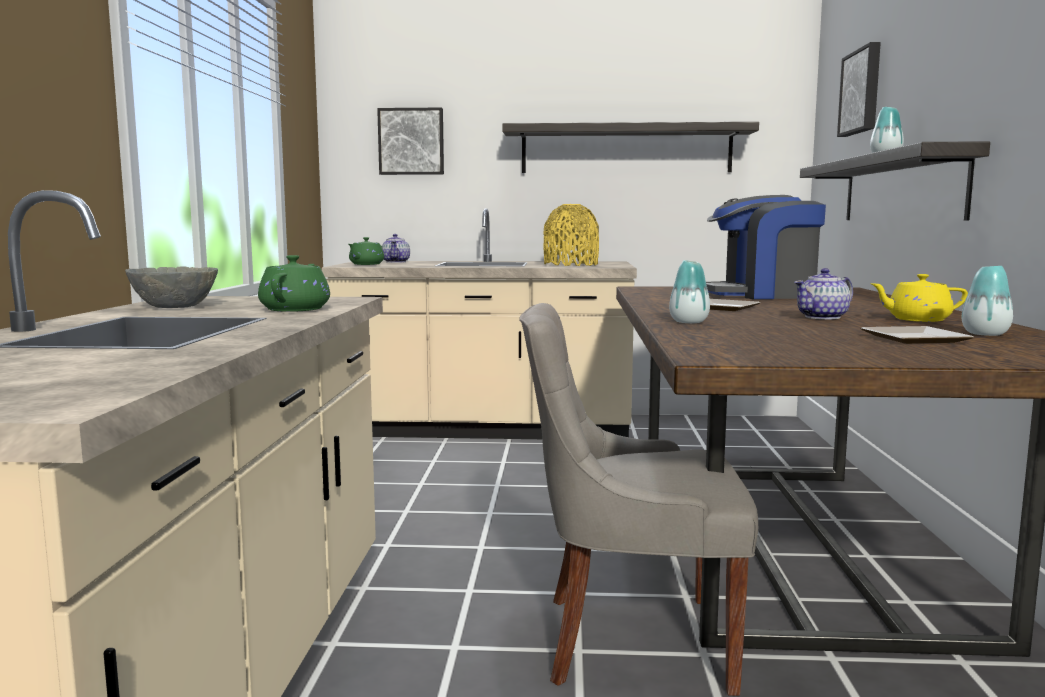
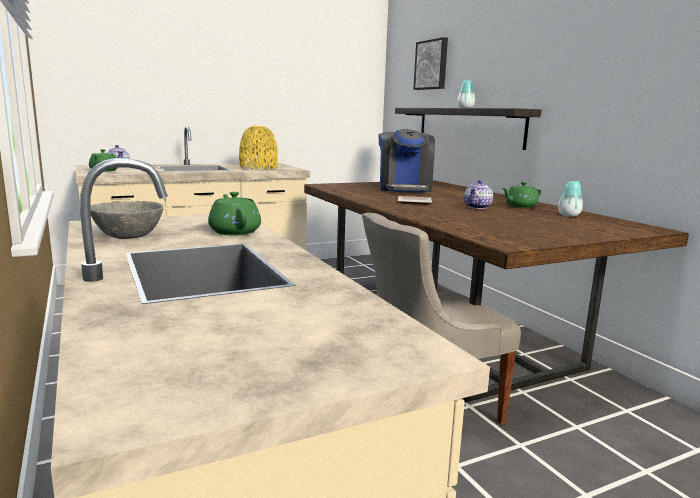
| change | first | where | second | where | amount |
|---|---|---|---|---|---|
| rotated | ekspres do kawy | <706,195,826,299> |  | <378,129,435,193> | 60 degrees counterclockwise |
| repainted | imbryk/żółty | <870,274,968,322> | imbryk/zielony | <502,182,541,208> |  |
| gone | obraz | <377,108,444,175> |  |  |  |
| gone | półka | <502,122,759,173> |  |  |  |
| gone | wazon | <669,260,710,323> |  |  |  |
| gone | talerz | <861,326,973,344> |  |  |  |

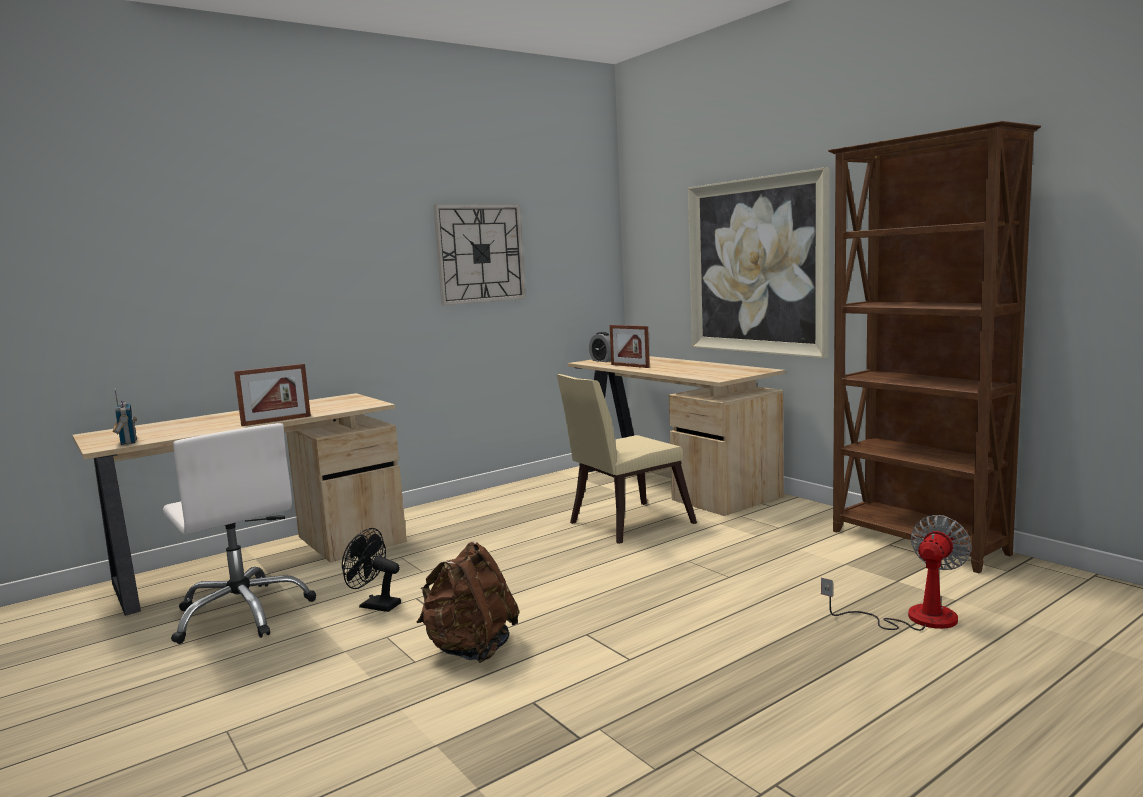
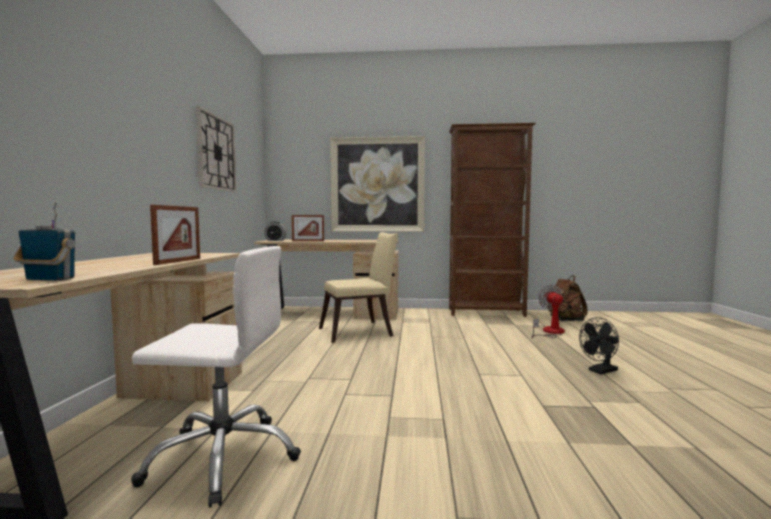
| change | first | where | second | where | amount |
|---|---|---|---|---|---|
| rotated | krzesło/beżowy | <557,374,697,544> |  | <319,232,398,343> | 120 degrees counterclockwise |
| shifted | plecak/brązowy | <417,542,520,663> |  | <548,275,588,321> |  |
| shifted | wentylator/czarny | <342,528,401,612> |  | <579,317,619,374> |  |

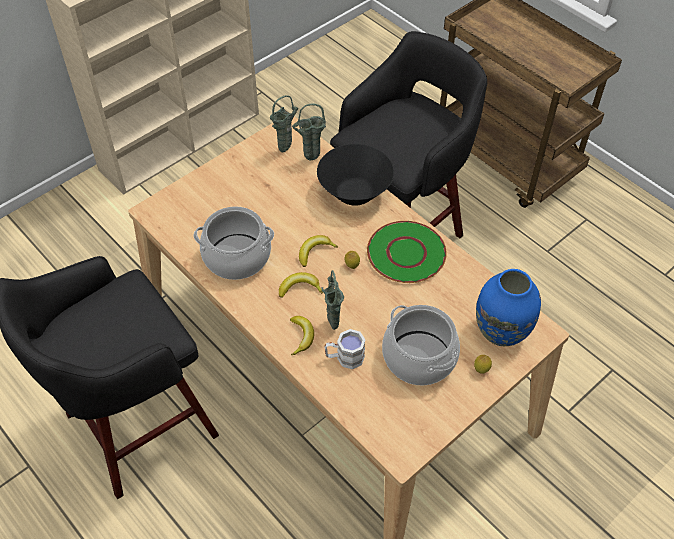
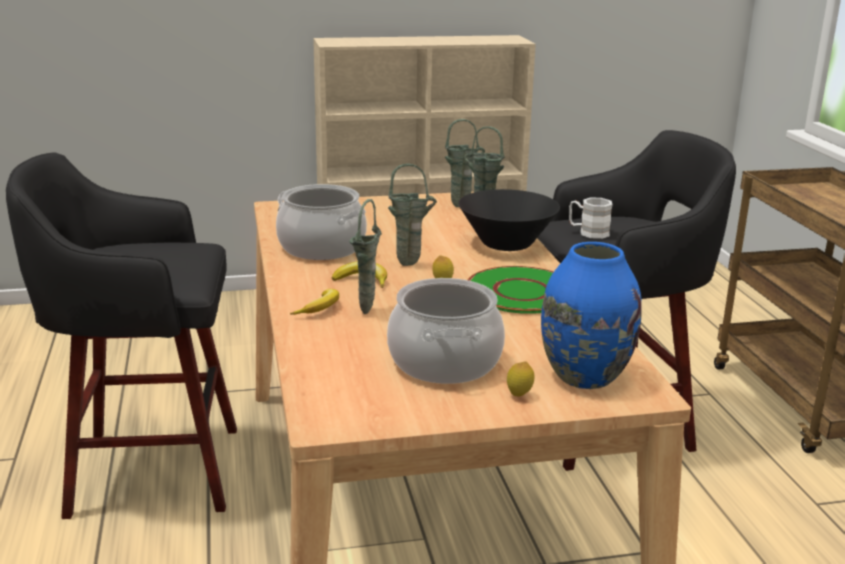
| change | first | where | second | where | amount |
|---|---|---|---|---|---|
| swapped | banan | <299,235,338,267> | wazon/zielony | <388,163,437,266> |  |
| shifted | kubek/biały | <324,329,365,369> |  | <569,197,613,239> |  |

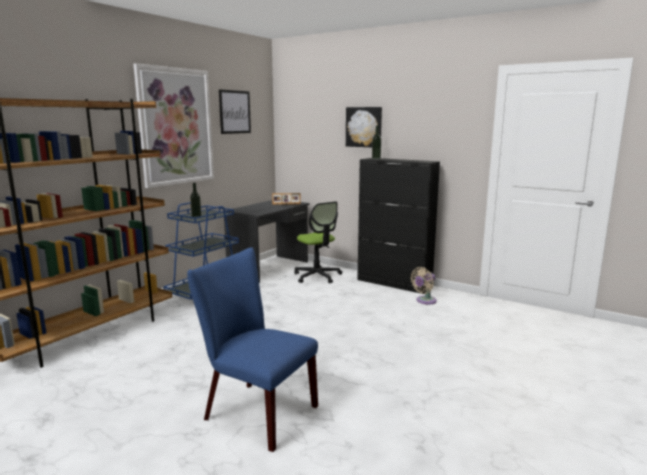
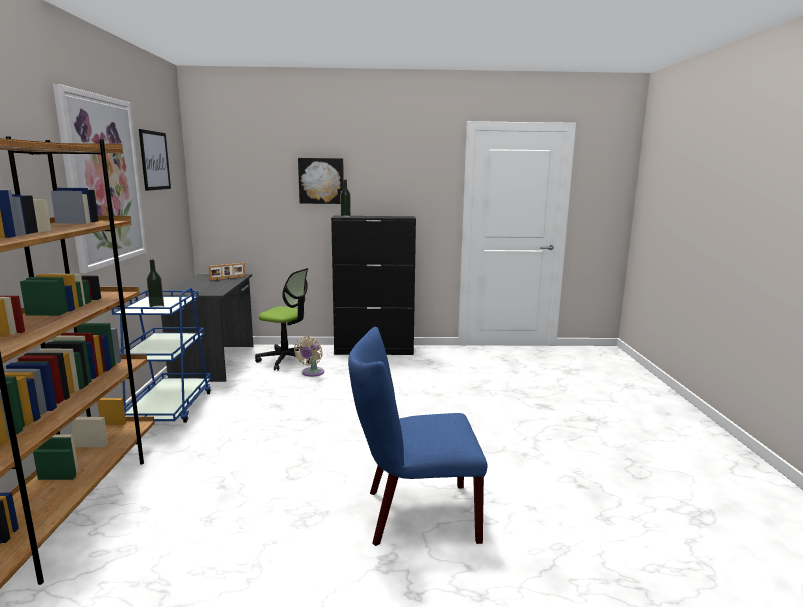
| change | first | where | second | where | amount |
|---|---|---|---|---|---|
| shifted | wentylator/beżowy | <411,267,437,304> |  | <294,336,324,377> |  |

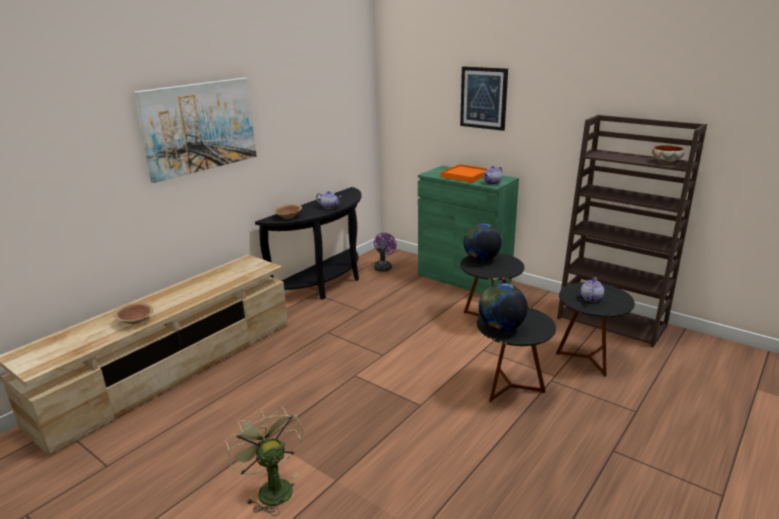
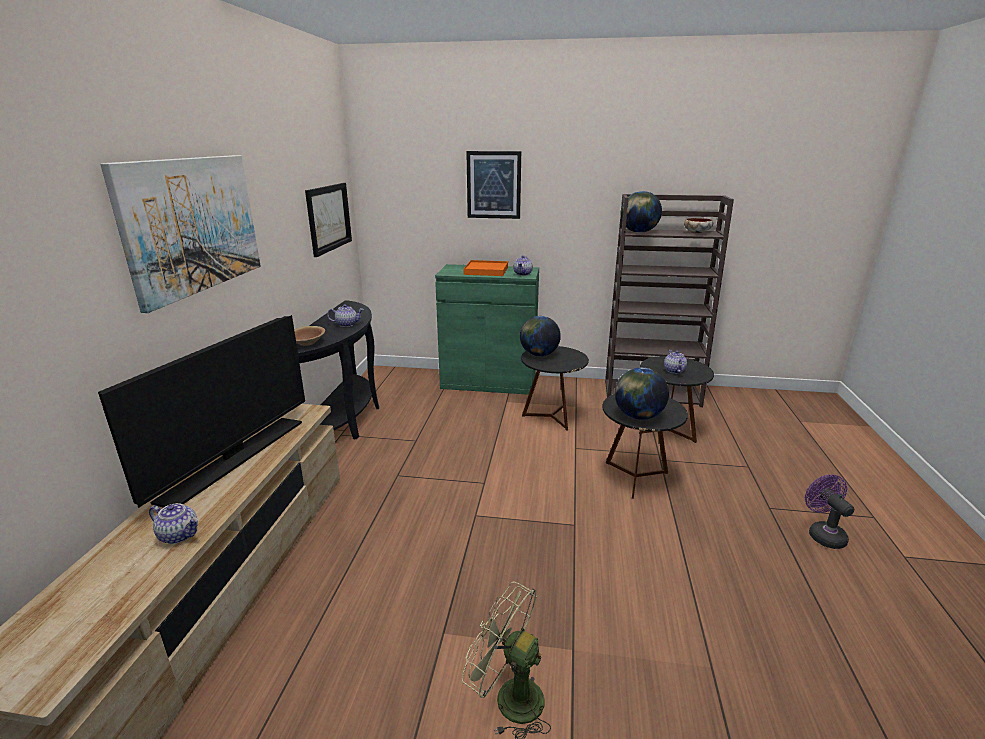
| change | first | where | second | where | amount |
|---|---|---|---|---|---|
| new |  |  | telewizor | <98,315,305,508> |  |
| swapped | miska/brązowy | <114,303,153,324> | imbryk | <149,503,198,544> |  |
| new |  |  | obraz | <305,183,352,257> |  |
| new |  |  | globus | <621,191,662,233> |  |
| shifted | wentylator/fioletowy | <374,233,397,272> |  | <805,474,854,549> |  |

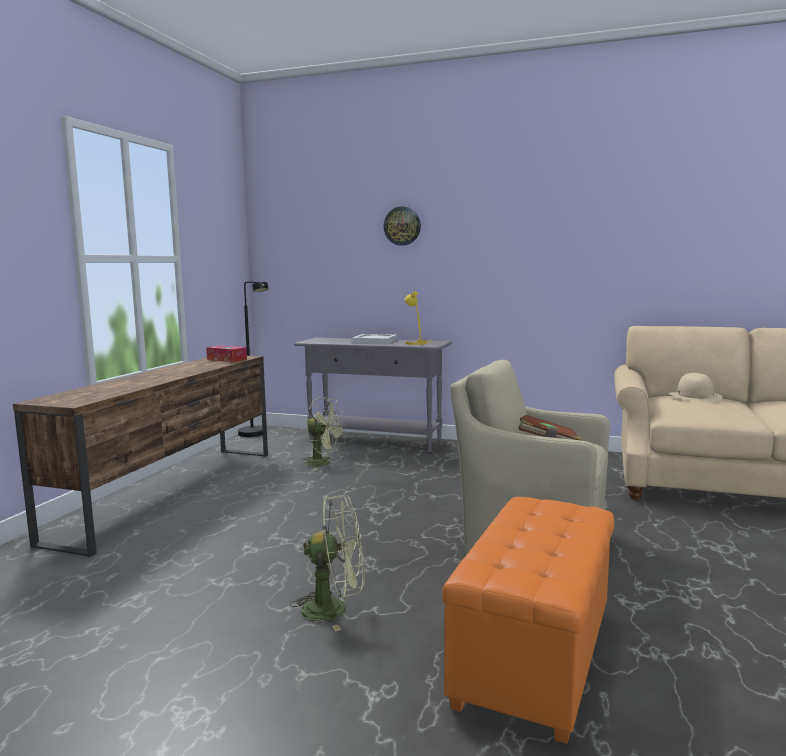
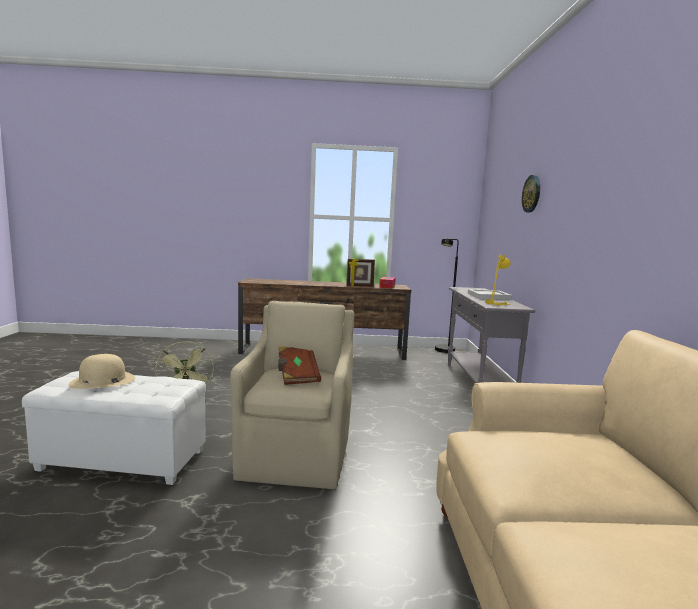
| change | first | where | second | where | amount |
|---|---|---|---|---|---|
| repainted | pufa/pomarańczowy | <442,497,614,744> | pufa/biały | <22,371,206,485> |  |
| shifted | kapelusz/beżowy | <669,373,723,403> |  | <69,354,135,389> |  |
| new |  |  | ramka na zdjęcie | <347,258,375,287> |  |
| gone | wentylator/zielony | <304,397,345,470> |  |  |  |

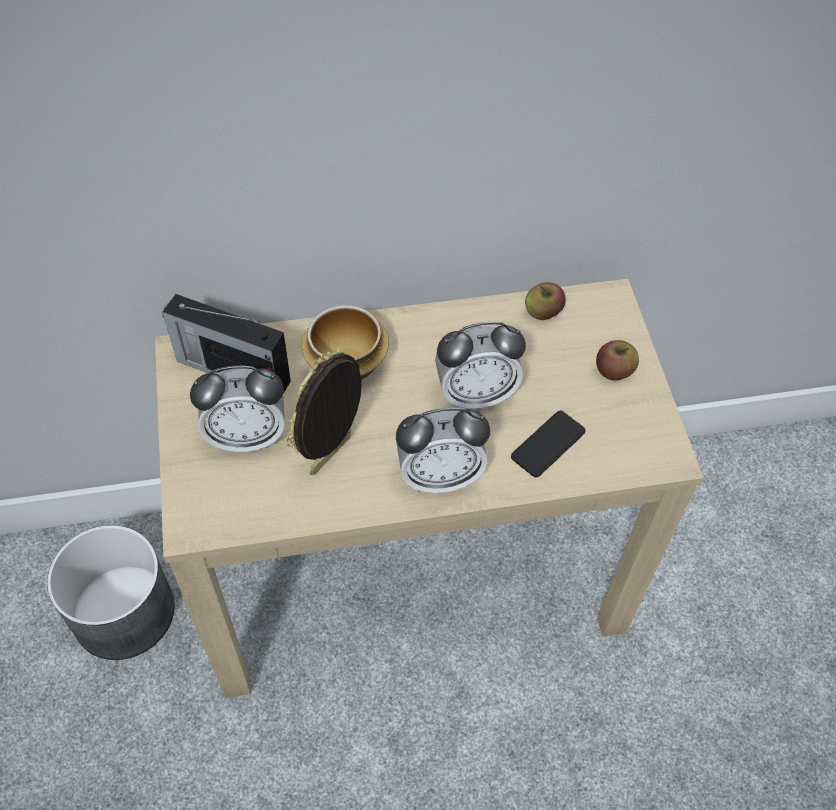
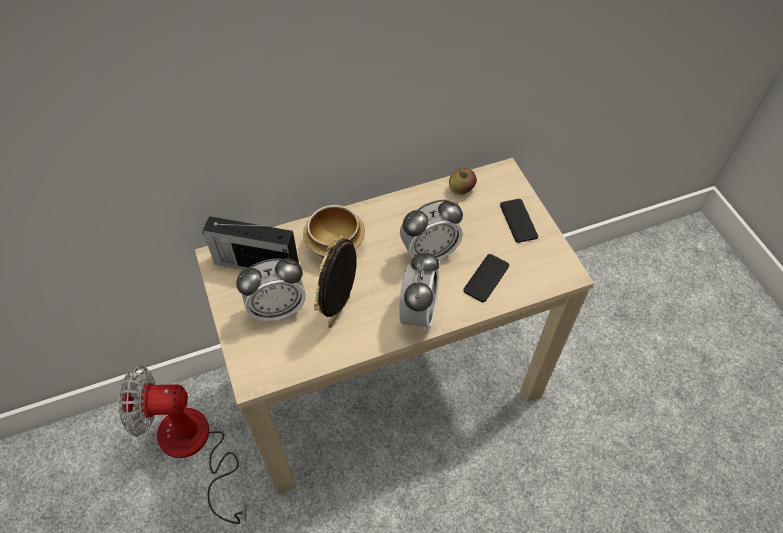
| change | first | where | second | where | amount |
|---|---|---|---|---|---|
| swapped | donica/szary | <47,525,175,660> | wentylator | <119,365,248,524> |  |
| rotated | budzik | <396,408,490,493> |  | <399,251,439,330> | 60 degrees counterclockwise |
| swapped | jabłko | <596,340,639,381> | telefon | <500,199,538,243> |  |

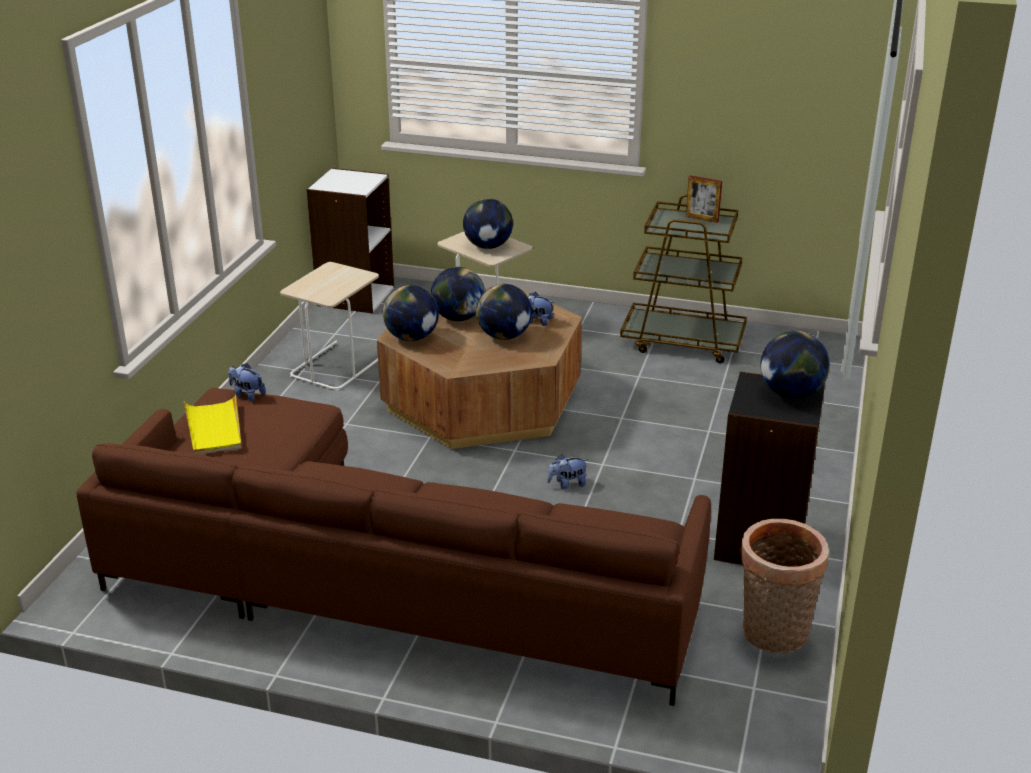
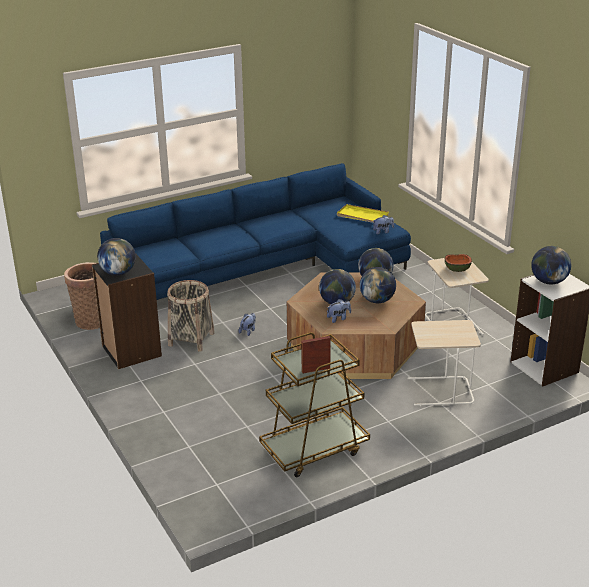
| change | first | where | second | where | amount |
|---|---|---|---|---|---|
| repainted | kanapa/brązowy | <76,388,711,706> | kanapa/niebieski | <100,163,411,300> |  |
| new |  |  | koszyk | <167,280,214,352> |  |
| new |  |  | miska | <445,254,472,272> |  |
| shifted | globus | <463,198,513,249> |  | <531,246,571,285> |  |

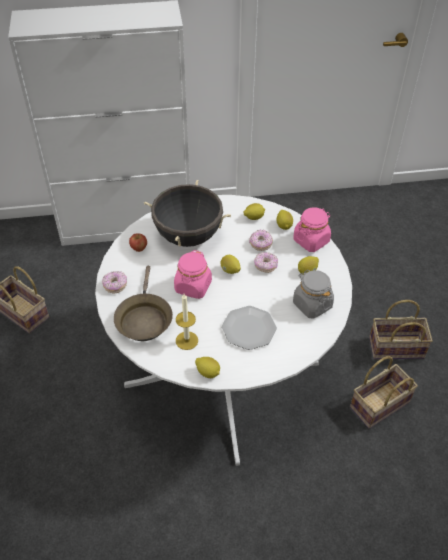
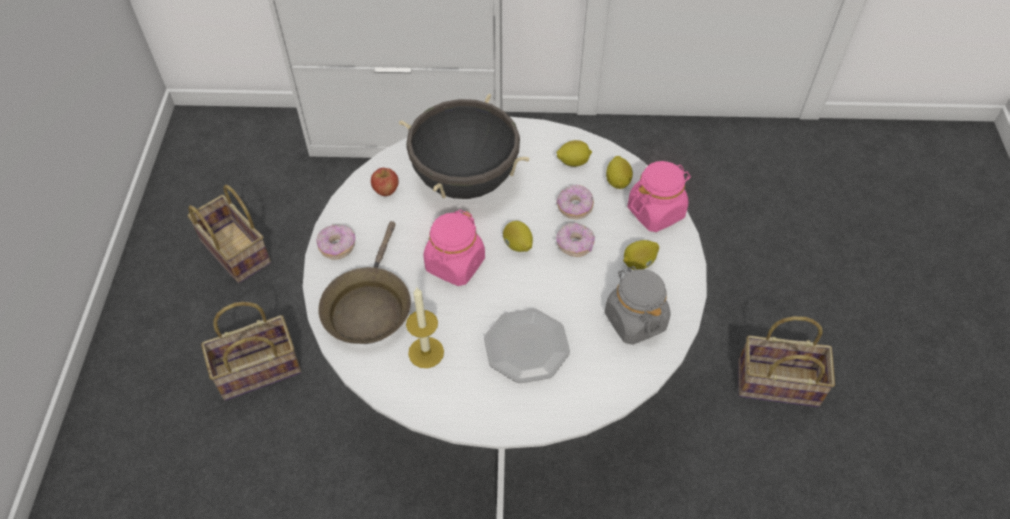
| change | first | where | second | where | amount |
|---|---|---|---|---|---|
| shifted | koszyk | <350,356,418,429> |  | <201,302,301,401> |  |
| gone | cytryna | <195,357,220,378> |  |  |  |

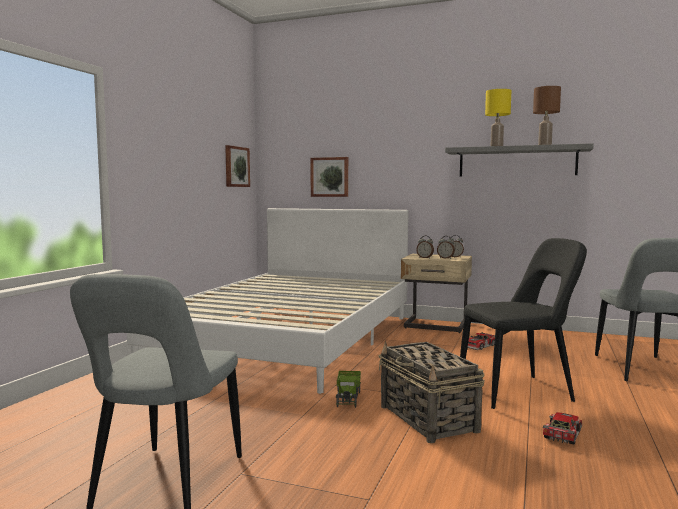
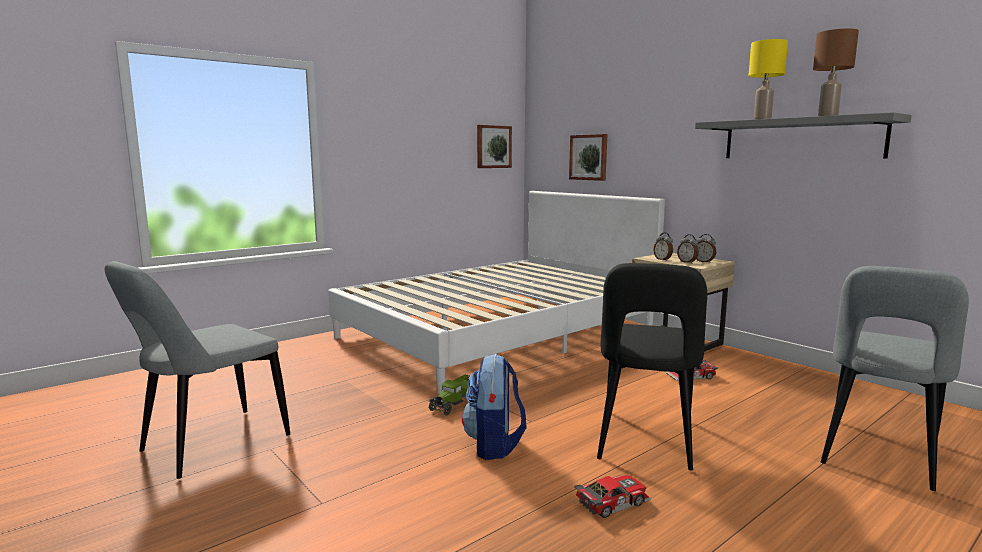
| change | first | where | second | where | amount |
|---|---|---|---|---|---|
| swapped | koszyk | <379,341,484,443> | plecak | <462,354,527,460> |  |
| rotated | krzesło/czarny | <460,238,587,409> |  | <597,263,707,471> | 90 degrees clockwise |

